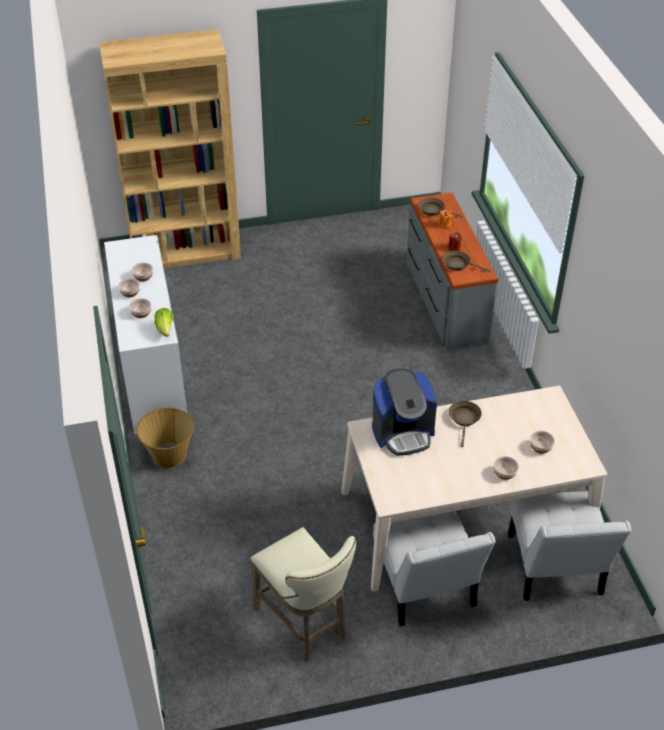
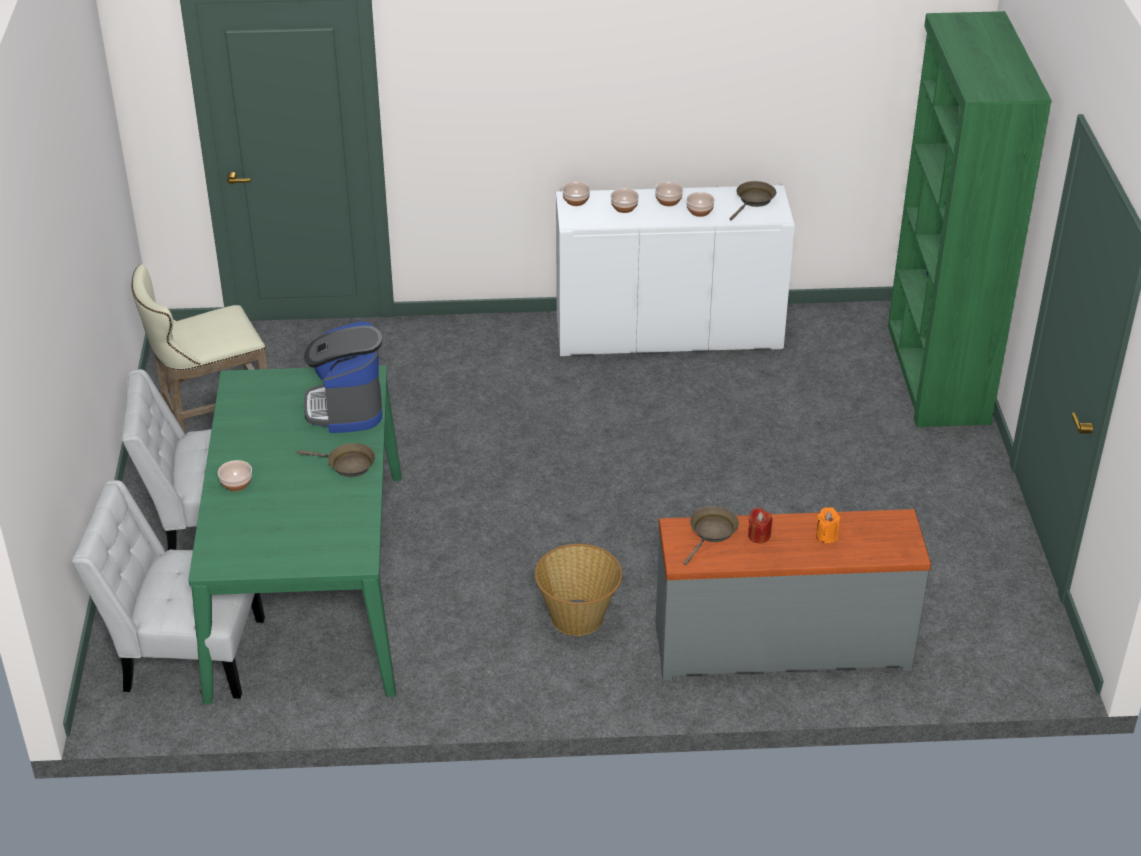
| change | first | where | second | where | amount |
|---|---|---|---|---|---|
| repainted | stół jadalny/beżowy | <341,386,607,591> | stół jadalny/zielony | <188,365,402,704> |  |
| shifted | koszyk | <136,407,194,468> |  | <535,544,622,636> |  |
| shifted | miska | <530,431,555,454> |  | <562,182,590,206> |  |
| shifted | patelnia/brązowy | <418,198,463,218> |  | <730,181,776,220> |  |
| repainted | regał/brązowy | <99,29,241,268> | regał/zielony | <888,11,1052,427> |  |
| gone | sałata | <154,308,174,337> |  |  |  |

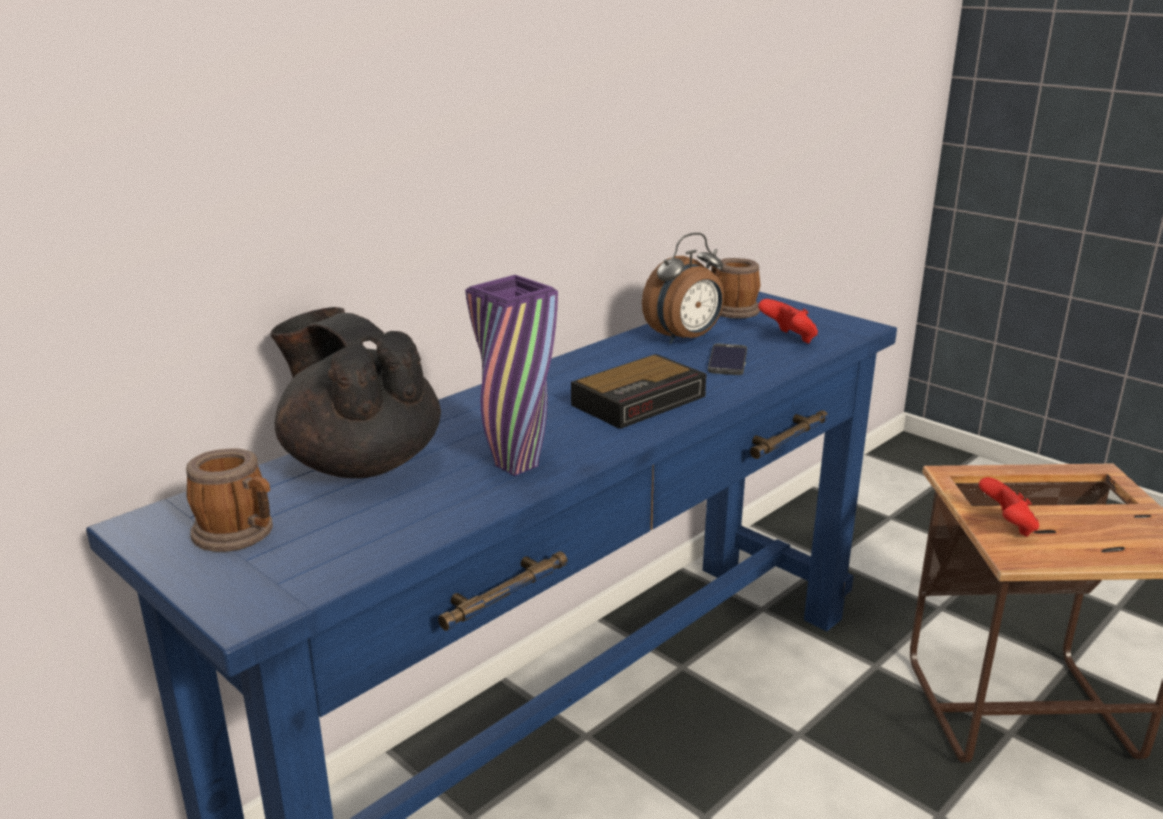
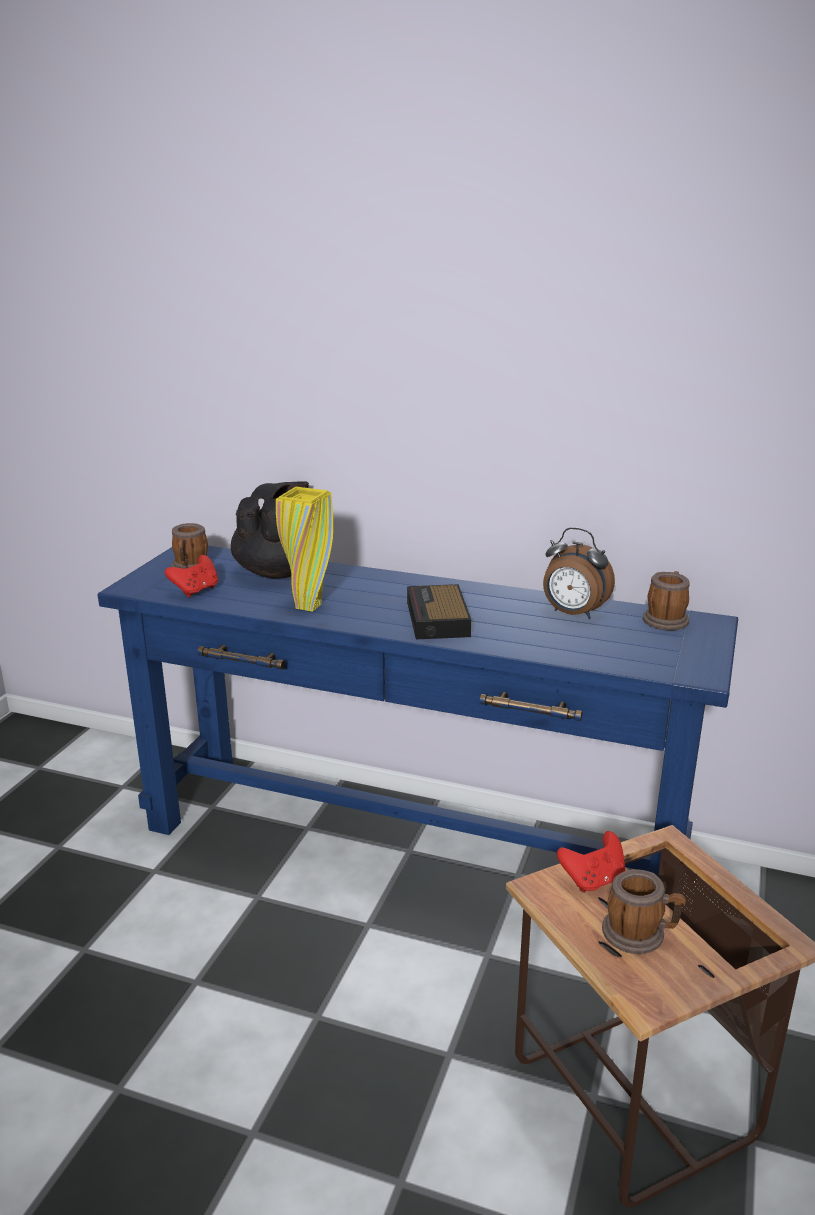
| change | first | where | second | where | amount |
|---|---|---|---|---|---|
| shifted | pad do gier/czerwony | <758,299,818,344> |  | <165,555,218,597> |  |
| repainted | wazon/fioletowy | <465,275,558,476> | wazon/żółty | <276,487,333,612> |  |
| rotated | budzik | <571,354,706,429> |  | <407,584,471,639> | 60 degrees clockwise |
| new |  |  | kubek | <602,869,686,954> |  |
| gone | telefon | <708,344,747,375> |  |  |  |

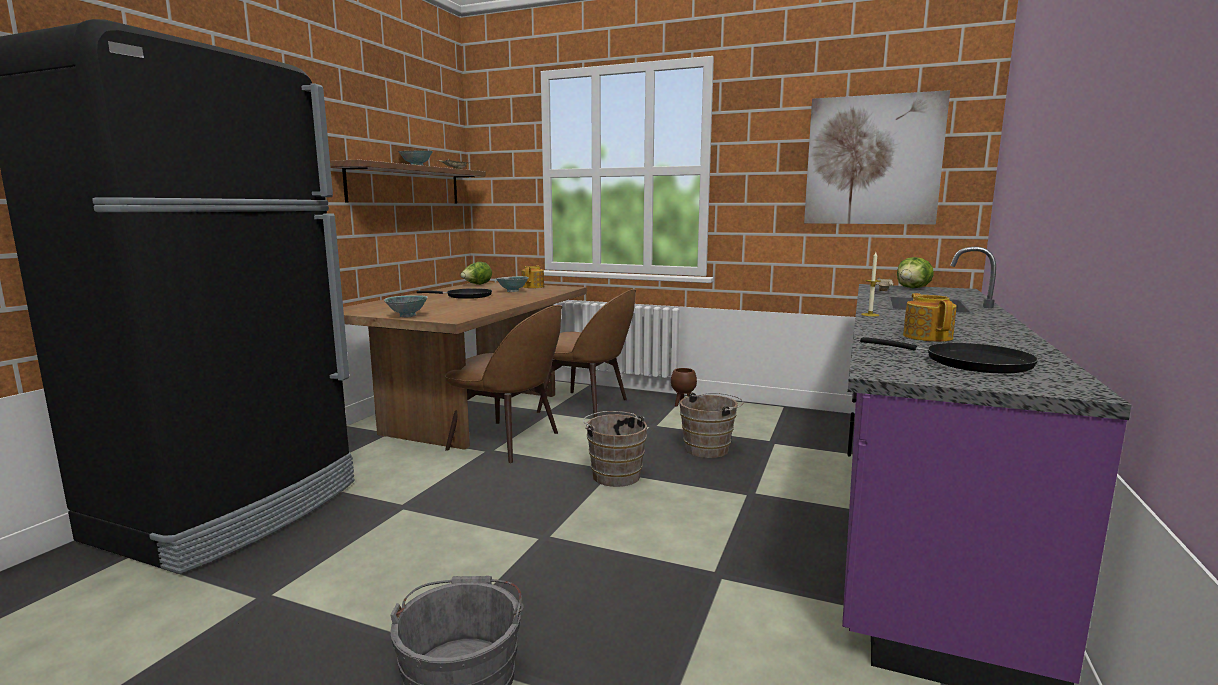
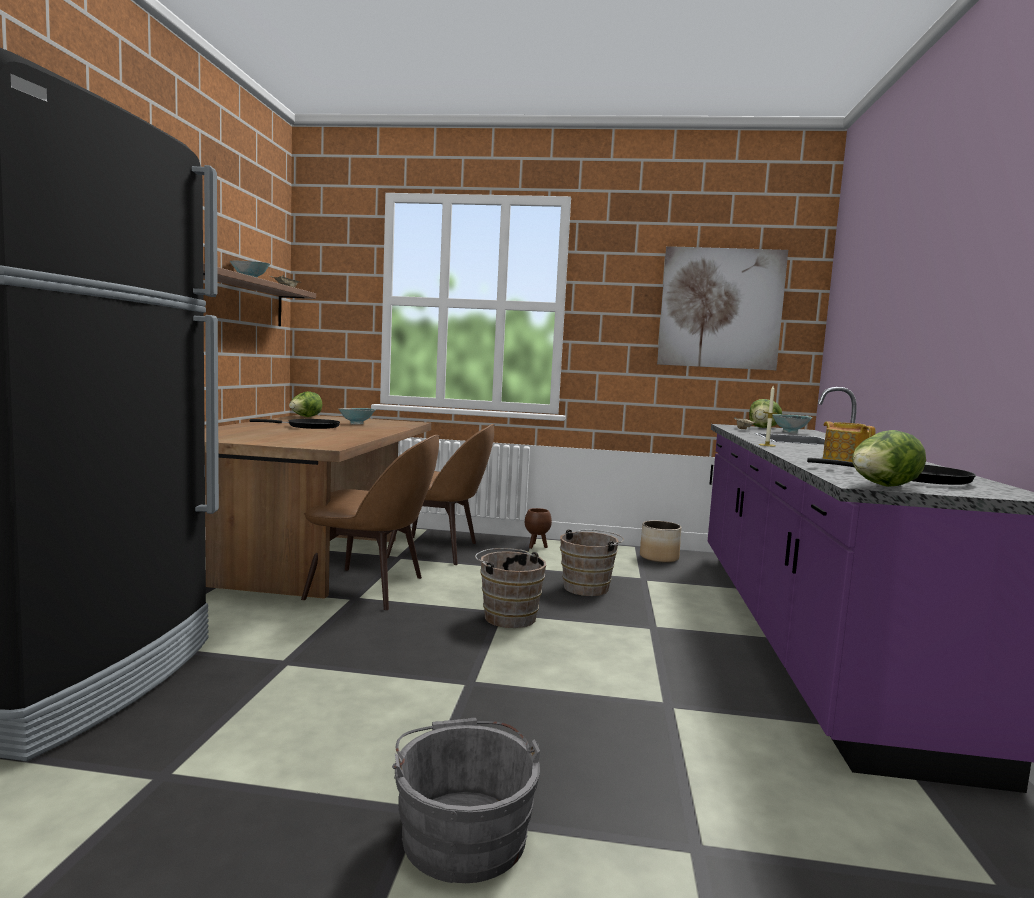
| change | first | where | second | where | amount |
|---|---|---|---|---|---|
| new |  |  | donica | <640,521,682,563> |  |
| shifted | miska | <384,295,428,317> |  | <772,414,813,433> |  |
| new |  |  | sałata | <852,430,926,487> |  |
| gone | imbryk | <522,266,544,288> |  |  |  |

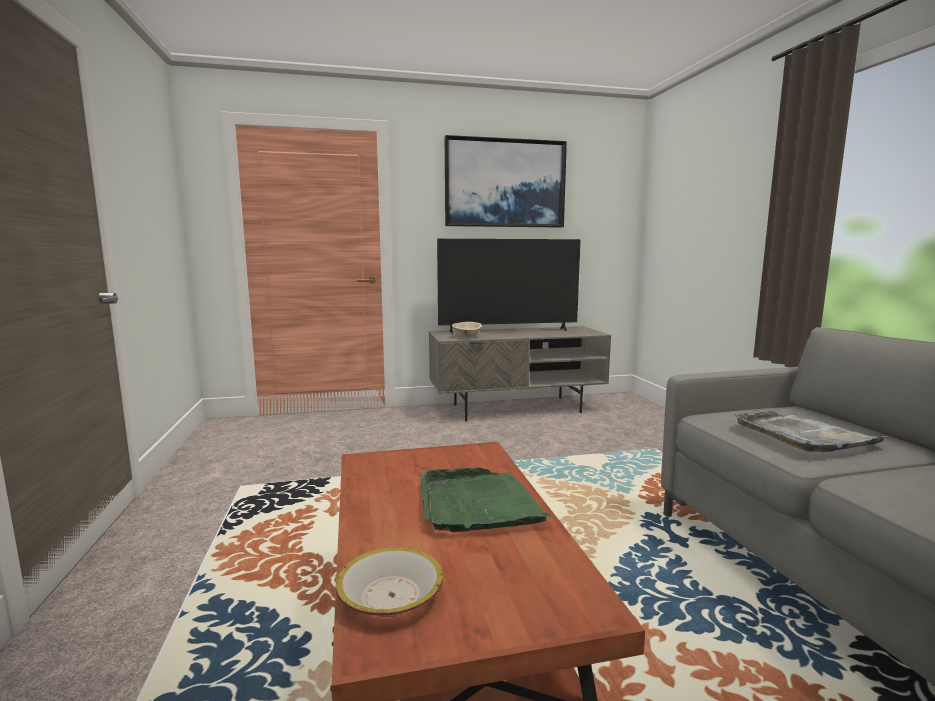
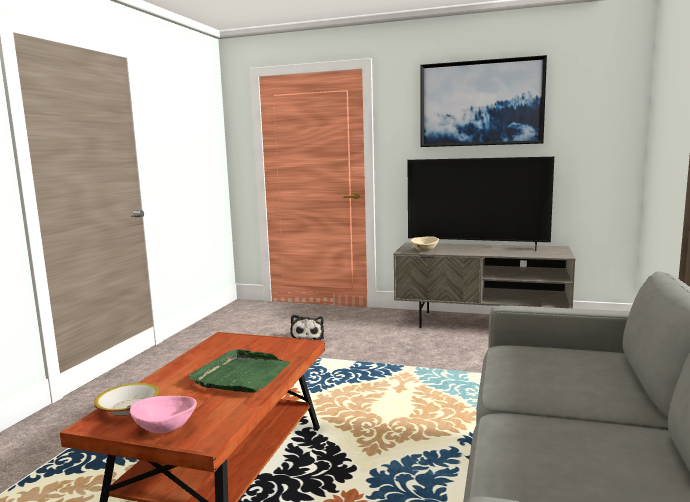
| change | first | where | second | where | amount |
|---|---|---|---|---|---|
| new |  |  | miska/różowy | <130,396,197,433> |  |
| new |  |  | pluszak | <290,315,324,340> |  |
| gone | taca/szary | <734,411,887,452> |  |  |  |

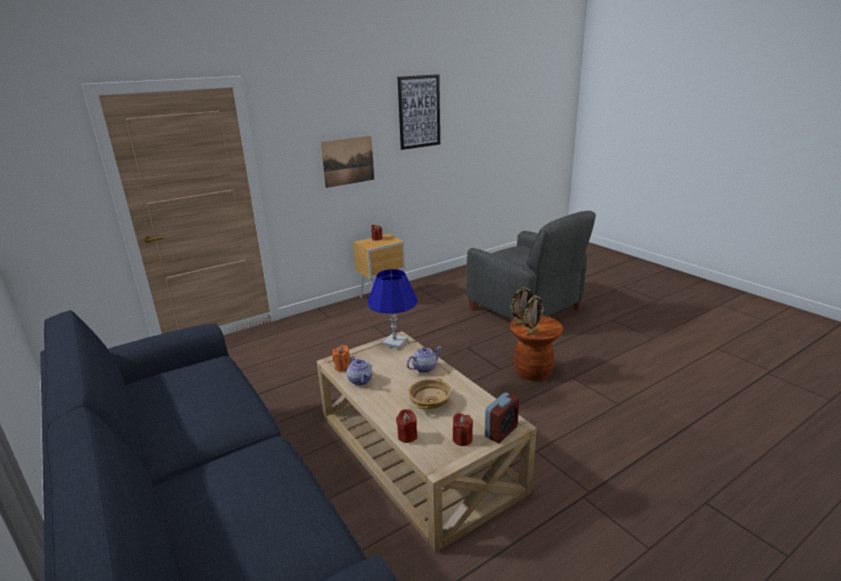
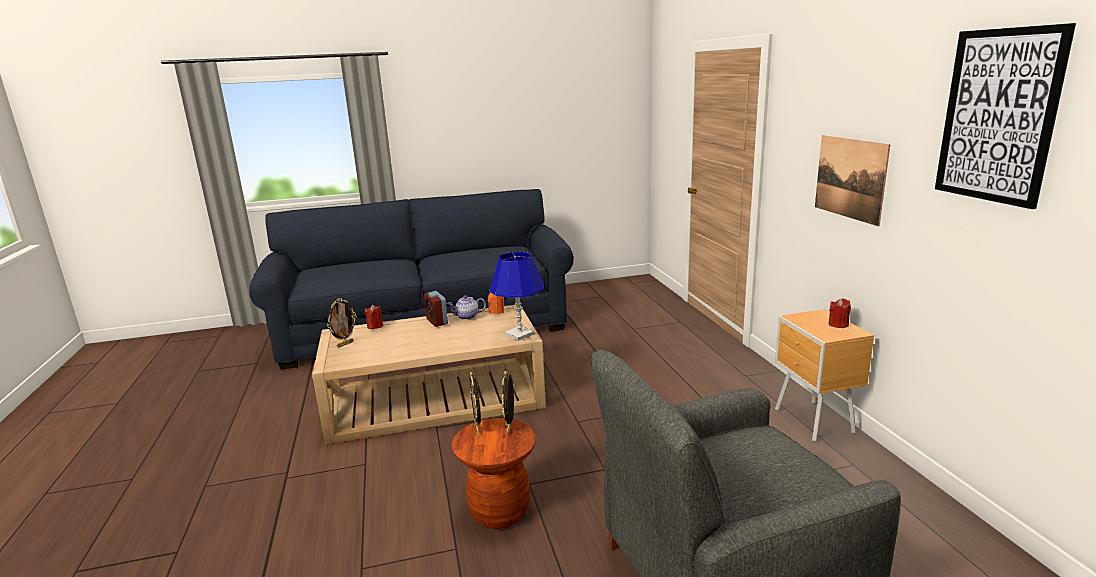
| change | first | where | second | where | amount |
|---|---|---|---|---|---|
| swapped | świeca/czerwony | <453,413,473,446> | ramka na zdjęcie | <327,298,357,348> |  |
| shifted | budzik | <485,392,519,443> |  | <424,291,448,327> |  |
| gone | imbryk | <407,347,441,373> |  |  |  |
| gone | miska/beżowy | <408,378,452,409> |  |  |  |

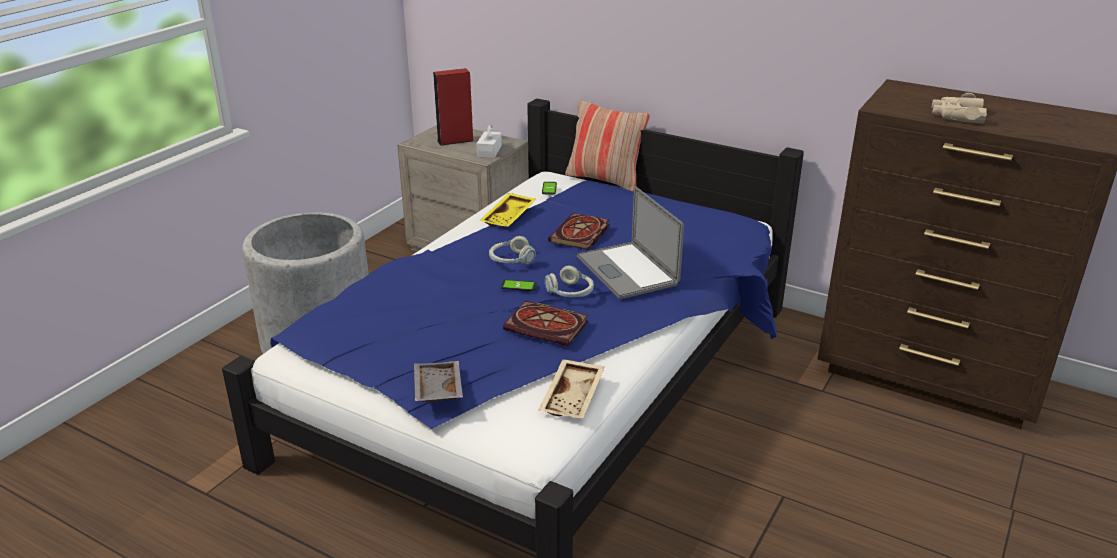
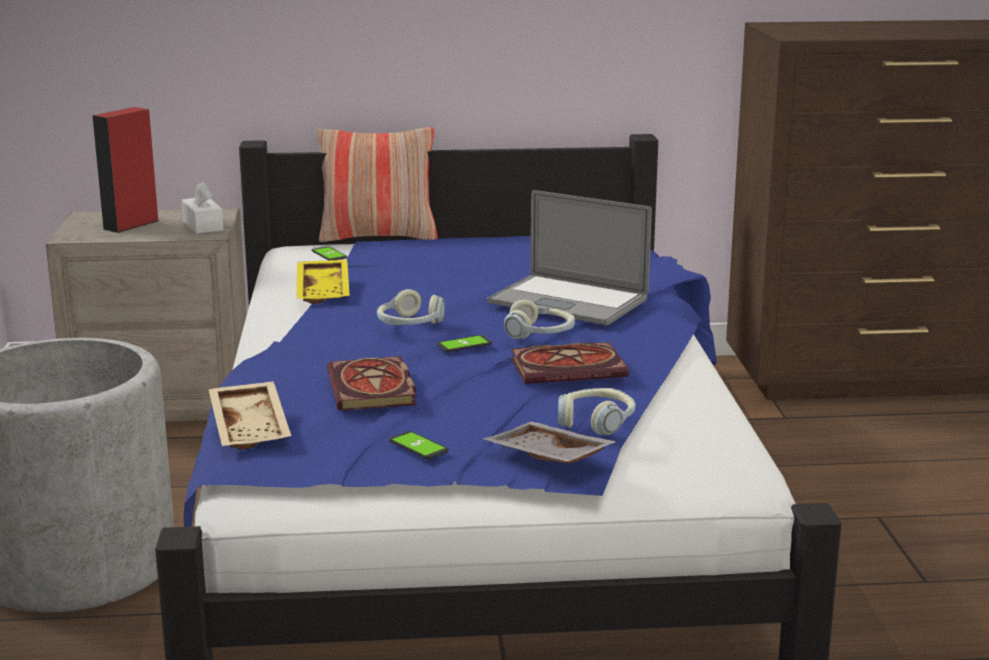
| change | first | where | second | where | amount |
|---|---|---|---|---|---|
| shifted | taca/beżowy | <538,359,605,418> |  | <209,381,291,450> |  |
| shifted | książka | <548,213,610,250> |  | <327,356,417,411> |  |
| new |  |  | telefon | <389,431,449,459> |  |
| new |  |  | słuchawki | <558,388,636,436> |  |
| gone | lornetka/beżowy | <932,93,987,124> |  |  |  |

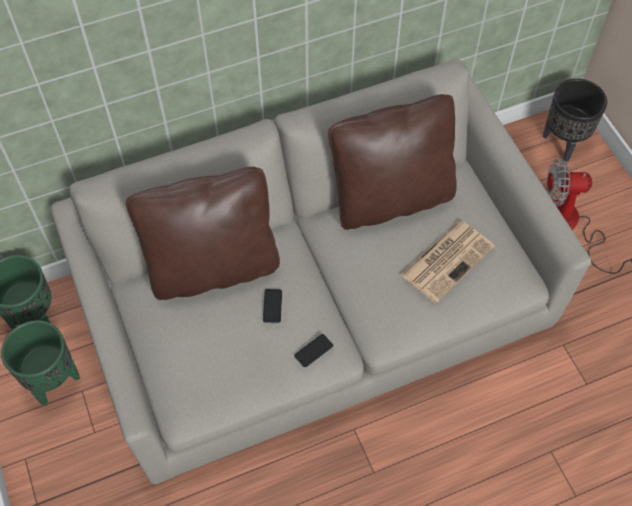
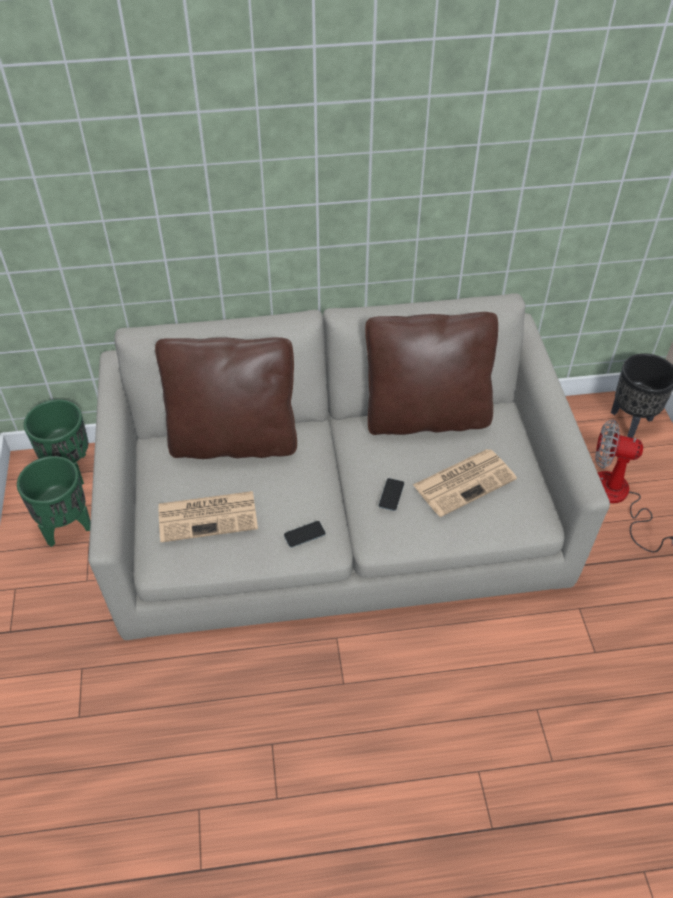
| change | first | where | second | where | amount |
|---|---|---|---|---|---|
| new |  |  | gazeta | <158,491,258,542> |  |
| shifted | telefon | <263,289,282,323> |  | <379,478,404,511> |  |

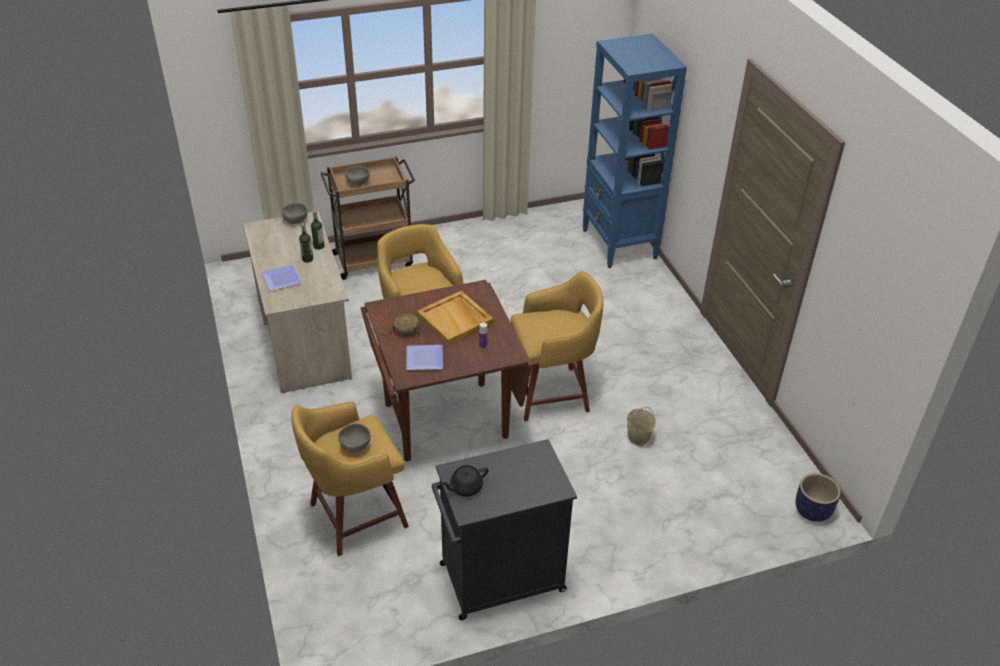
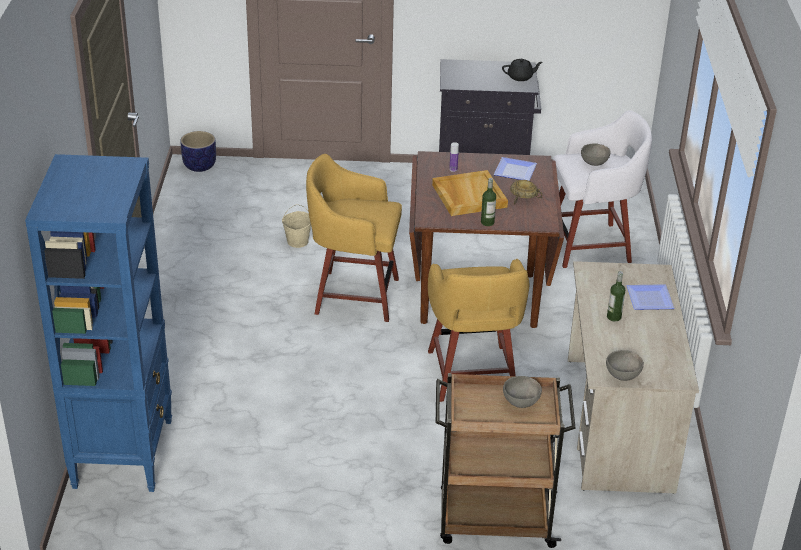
| change | first | where | second | where | amount |
|---|---|---|---|---|---|
| shifted | butelka | <311,211,325,250> |  | <481,178,496,226> |  |
| repainted | stołek/żółty | <291,402,409,556> | stołek/biały | <553,110,652,268> |  |

